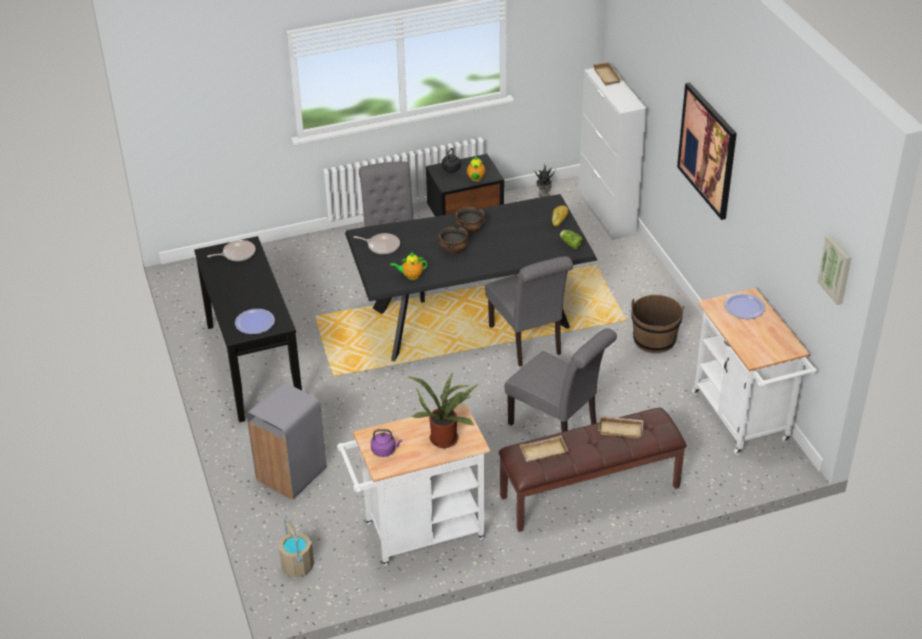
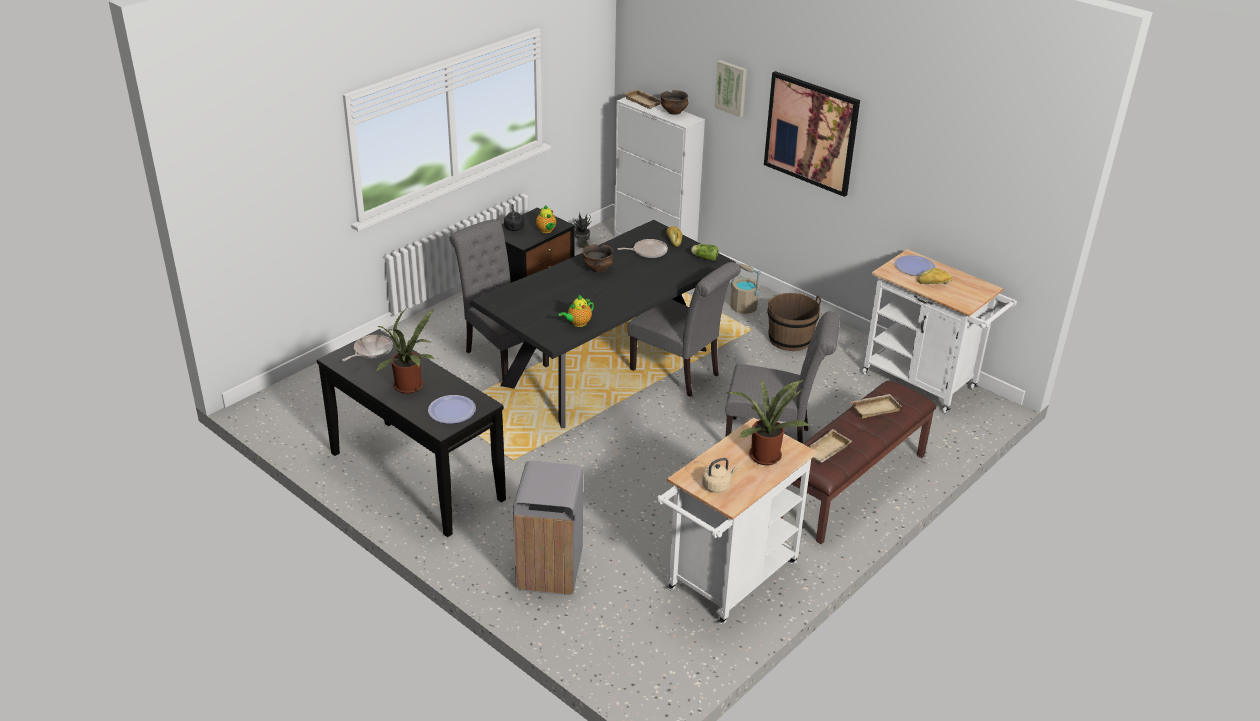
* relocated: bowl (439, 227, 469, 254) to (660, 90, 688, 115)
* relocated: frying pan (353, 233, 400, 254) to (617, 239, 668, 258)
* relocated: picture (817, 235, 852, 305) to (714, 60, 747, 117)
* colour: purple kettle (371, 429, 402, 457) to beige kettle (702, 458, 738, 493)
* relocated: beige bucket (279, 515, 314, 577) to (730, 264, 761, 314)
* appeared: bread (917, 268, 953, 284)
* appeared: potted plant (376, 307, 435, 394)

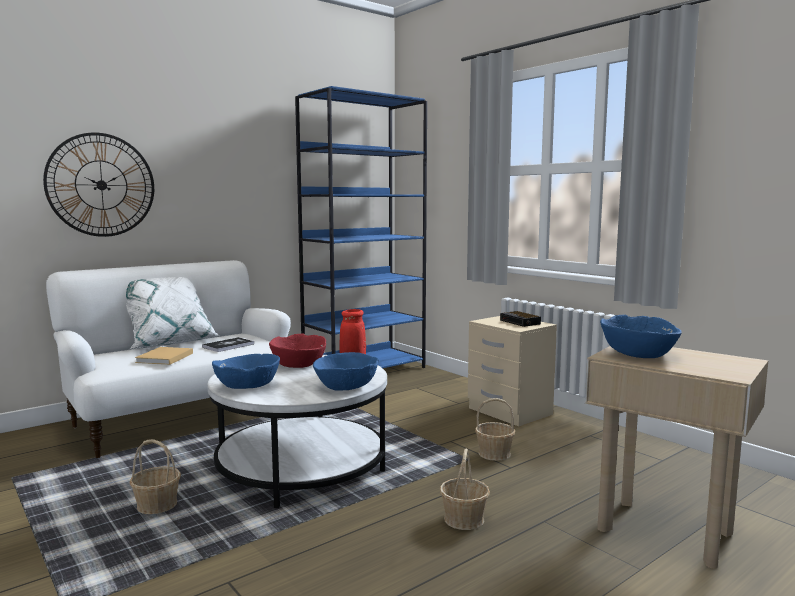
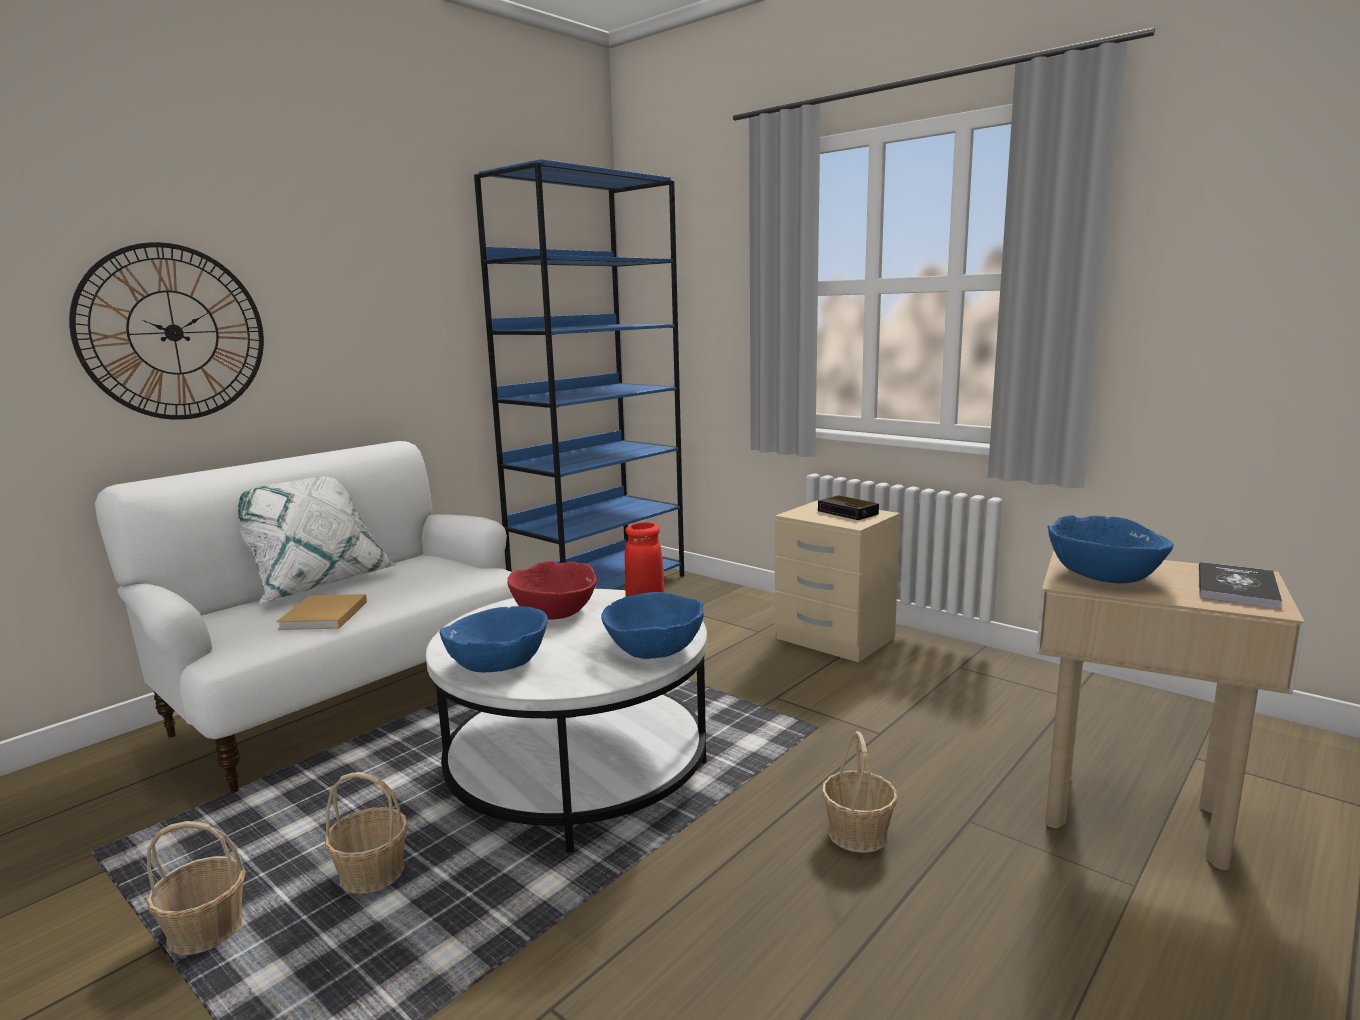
* relocated: book (202, 337, 254, 352) to (1199, 562, 1282, 609)
* relocated: basket (475, 398, 515, 461) to (147, 821, 246, 955)

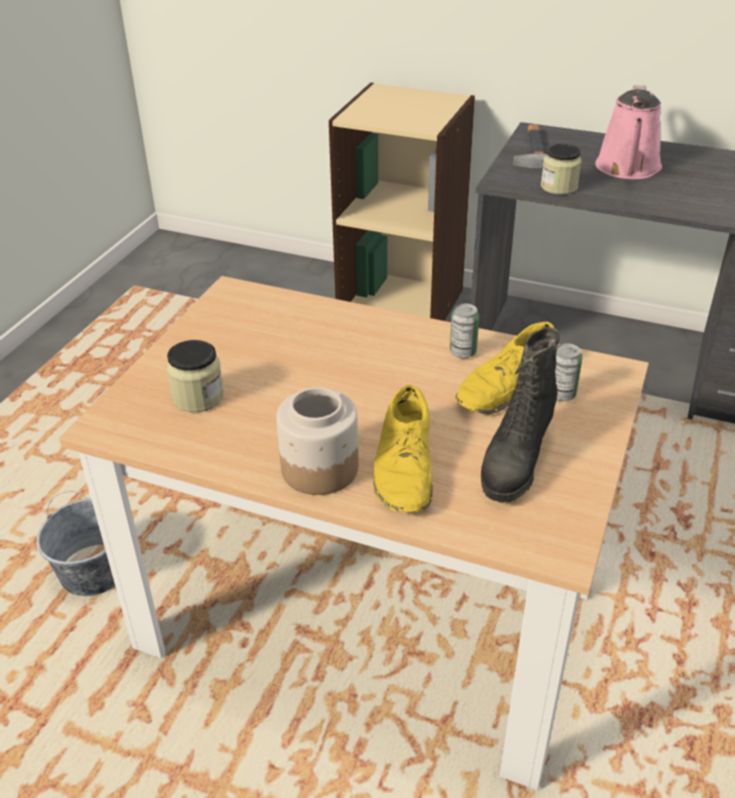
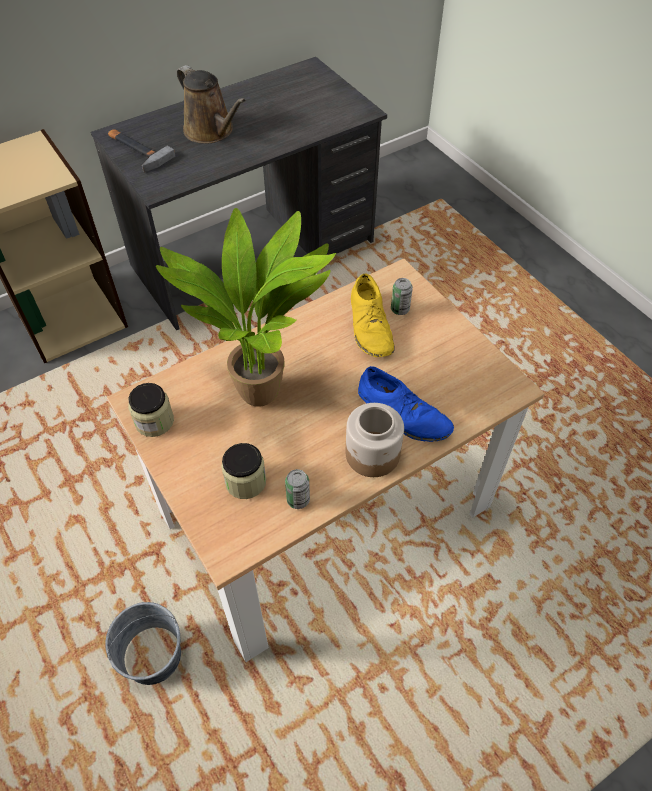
* colour: pink watering can (595, 86, 662, 179) to brown watering can (177, 65, 246, 144)
* relocated: jar (541, 144, 581, 195) to (128, 383, 174, 437)
* relocated: can (450, 304, 479, 358) to (285, 469, 310, 509)
* missing: black boot (481, 327, 560, 503)
* colour: yellow shoe (373, 385, 433, 512) to blue shoe (358, 366, 454, 442)
* appeared: potted plant (156, 208, 336, 407)

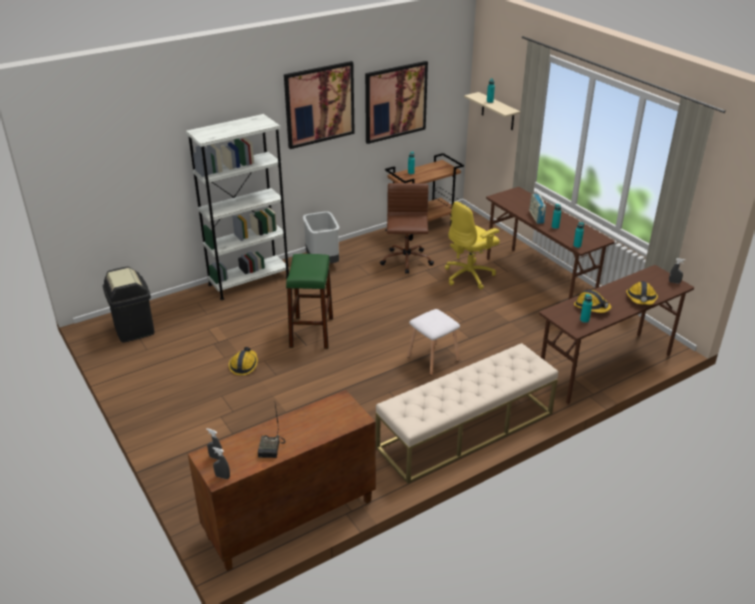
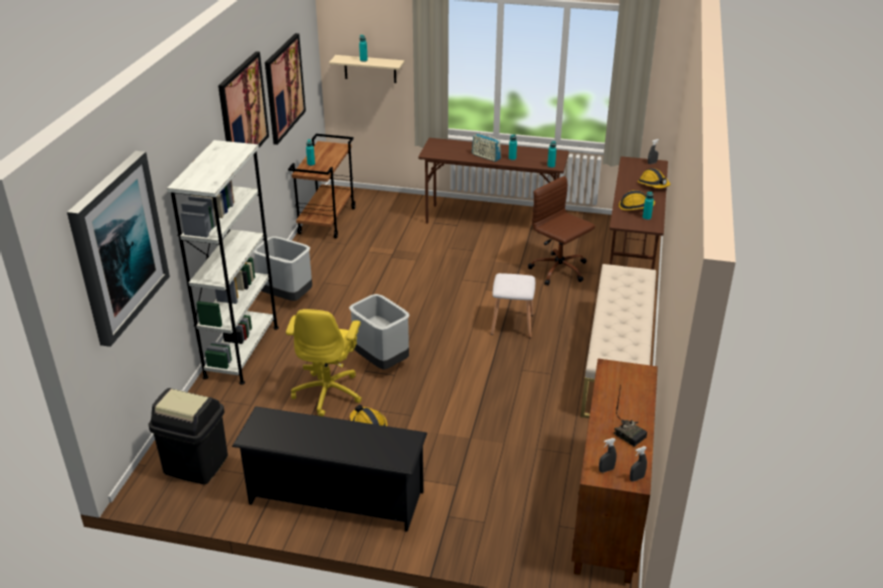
* relocated: brown office chair (380, 183, 434, 274) to (528, 176, 595, 285)
* relocated: yellow office chair (445, 201, 500, 289) to (286, 309, 362, 417)
* exchanged: green stool (286, 254, 333, 349) to grey trash can (349, 294, 410, 370)
* appeared: picture (67, 151, 170, 347)
* appeared: black shoe rack (232, 406, 427, 532)

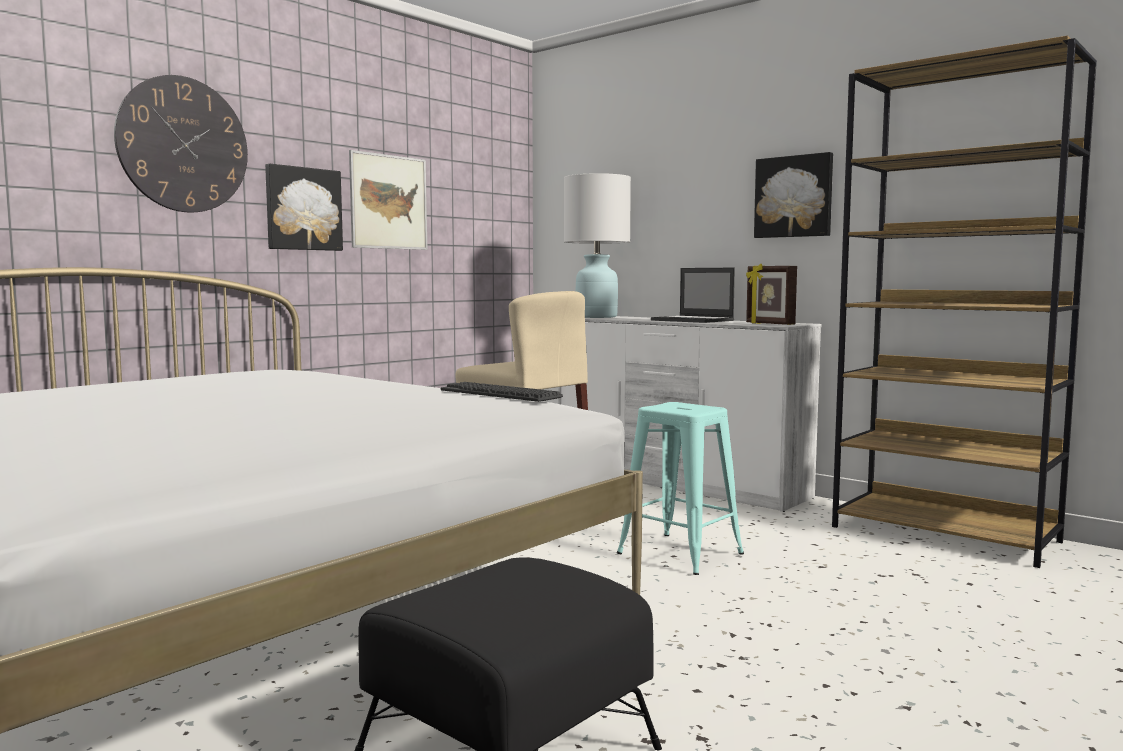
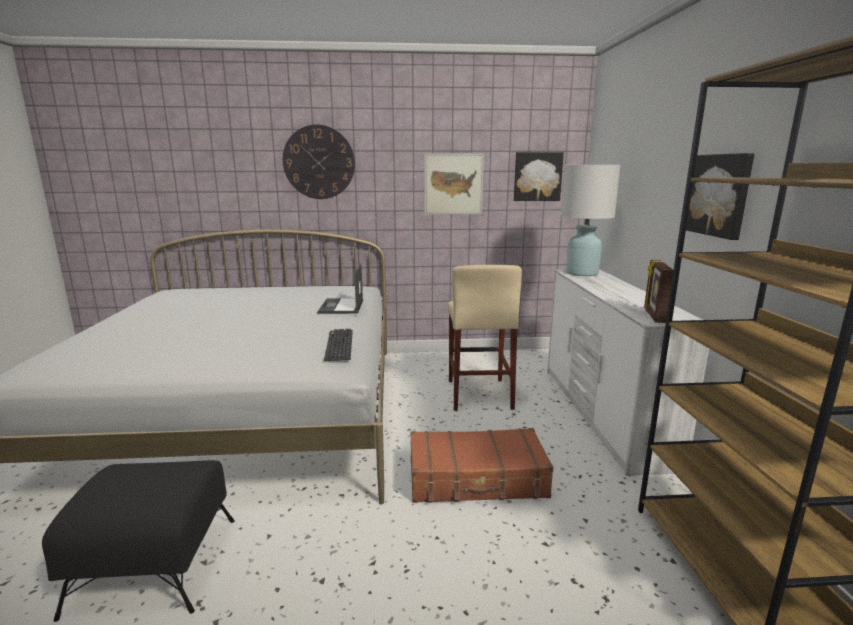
* relocated: picture (265, 164, 343, 251) to (514, 152, 564, 201)
* relocated: laptop (651, 268, 735, 323) to (318, 263, 363, 314)
* exchanged: turquoise stool (617, 402, 744, 575) to brown suitcase (410, 428, 554, 503)

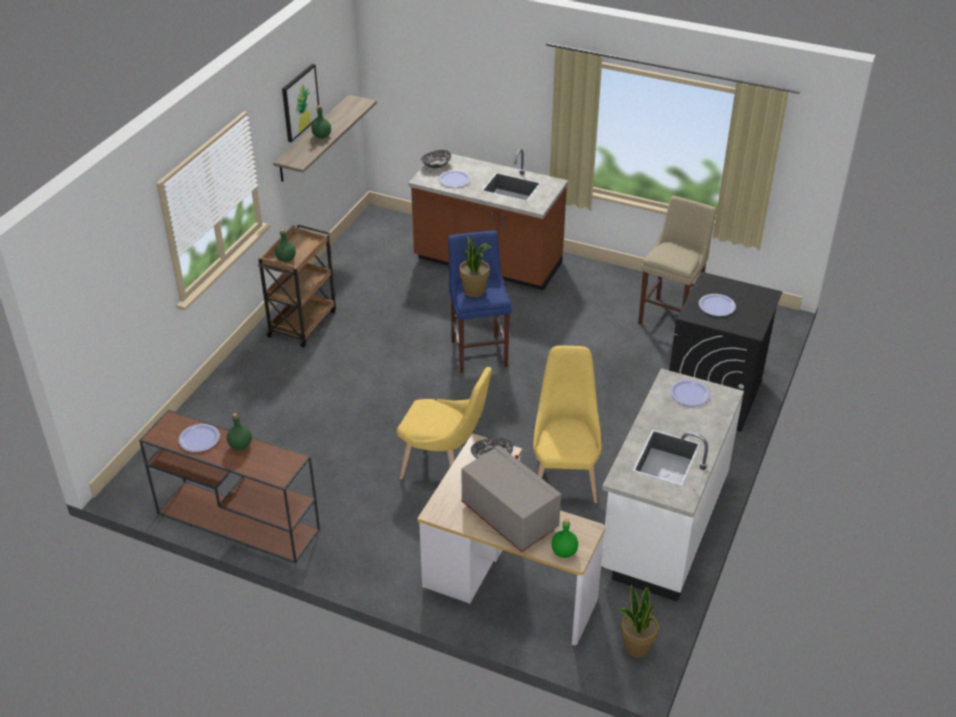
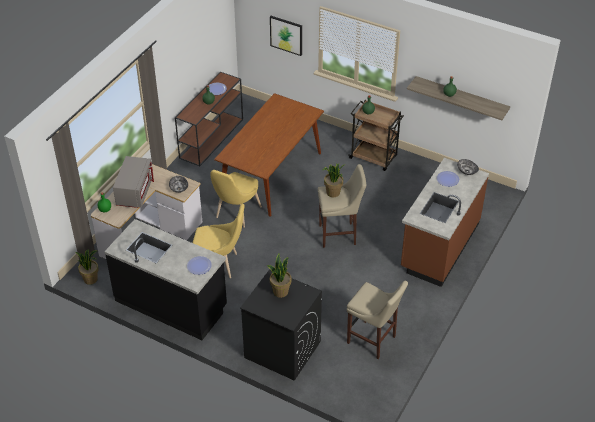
* relocated: picture (282, 64, 319, 142) to (270, 16, 302, 56)
* colour: blue stool (448, 230, 512, 373) to beige stool (318, 164, 366, 248)
* exchanged: plate (699, 294, 736, 316) to potted plant (267, 254, 292, 298)
* colour: white counter (601, 368, 744, 602) to black counter (104, 219, 227, 340)
* spun: grey microwave (461, 445, 561, 552) = (113, 156, 154, 208) 45 degrees counterclockwise
* appeared: brown dining table (214, 93, 324, 217)

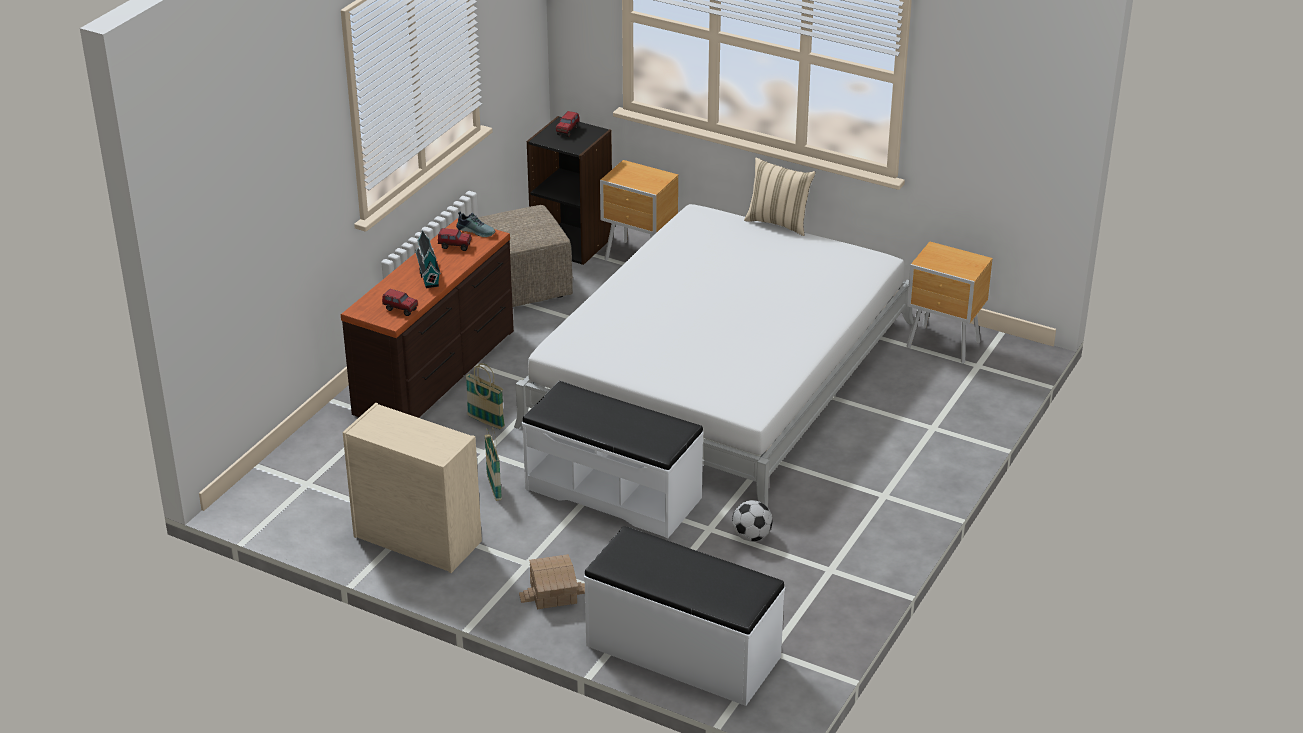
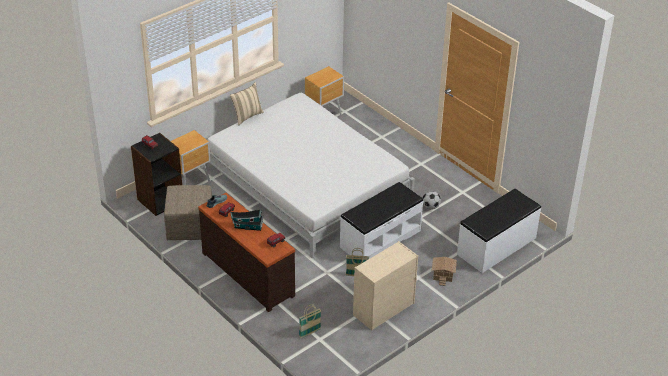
* relocated: basket (465, 363, 505, 429) to (299, 304, 321, 338)

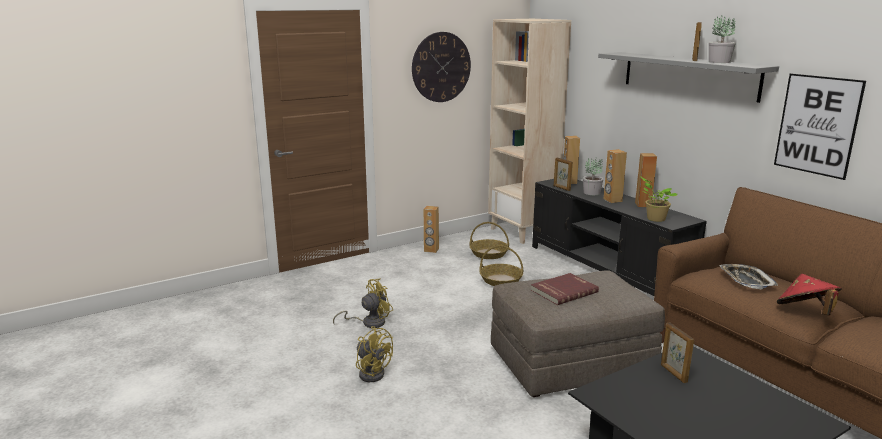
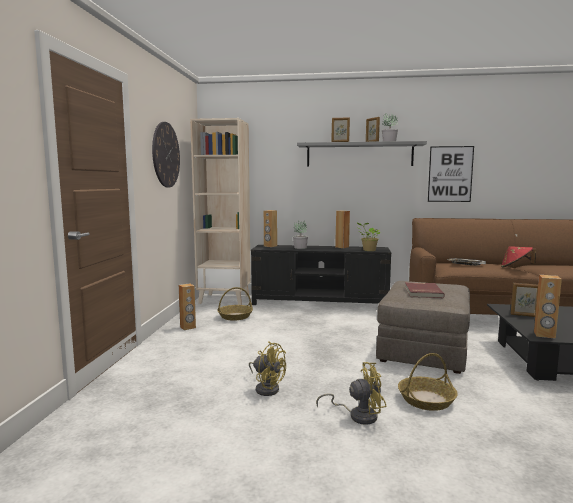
* relocated: brown speaker (604, 149, 627, 203) to (534, 275, 562, 339)
* relocated: picture frame (554, 158, 573, 191) to (331, 117, 350, 142)
* relocated: basket (479, 245, 524, 286) to (398, 353, 458, 411)
* spun: yellow fan (333, 278, 393, 328) = (249, 341, 286, 396) 120 degrees clockwise

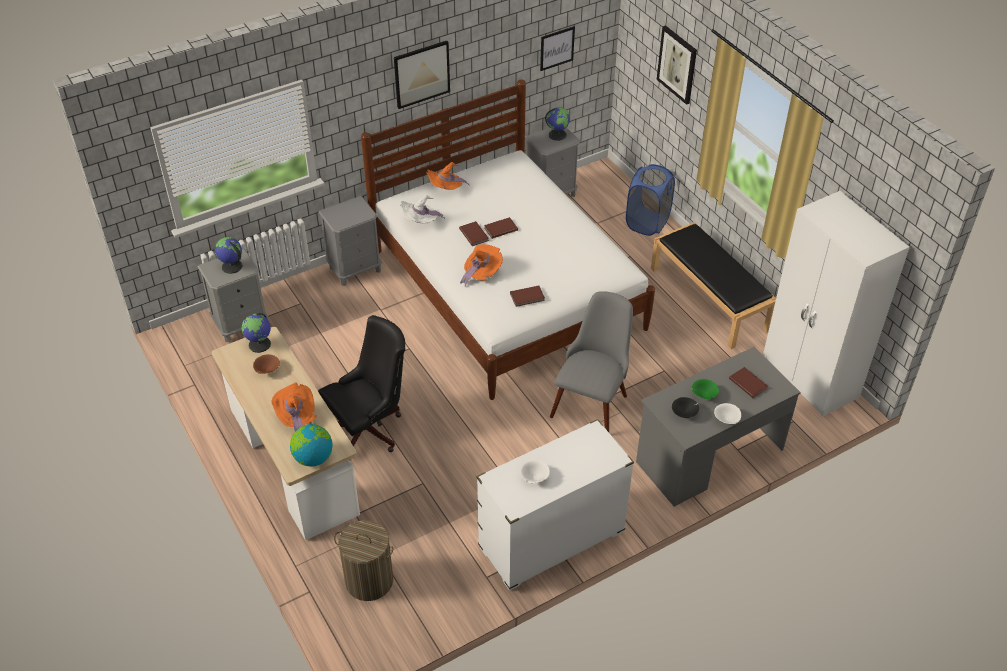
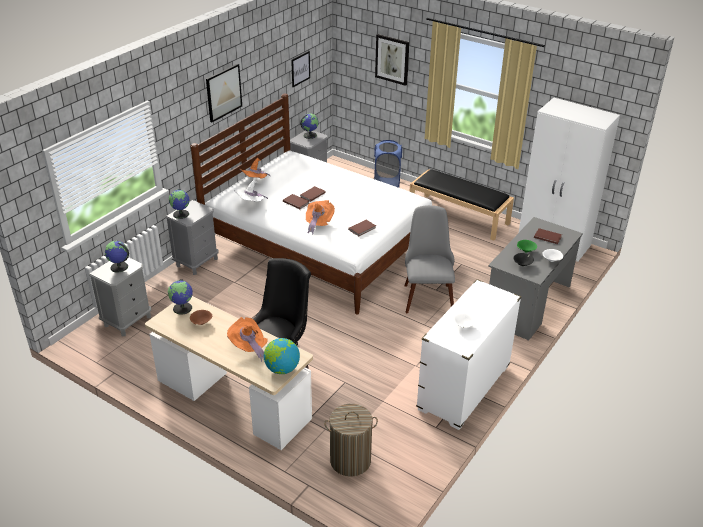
* appeared: globe (169, 189, 189, 219)

